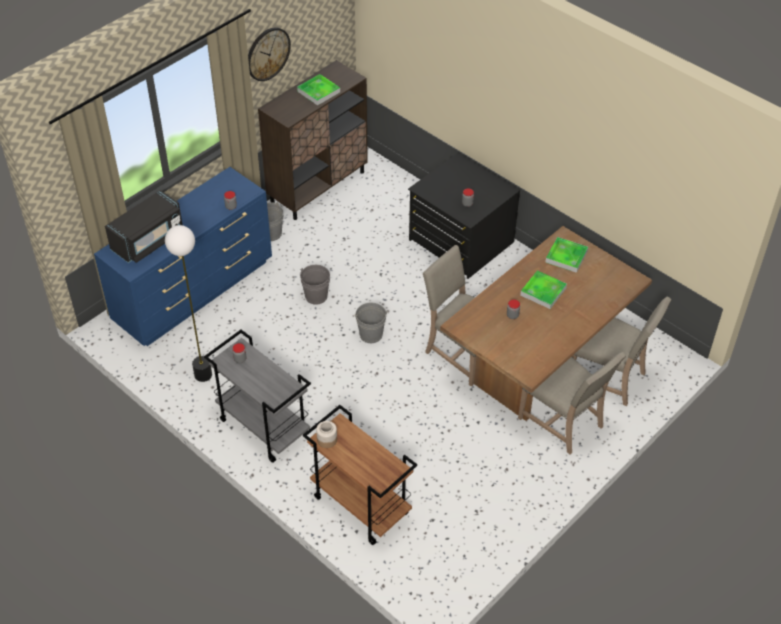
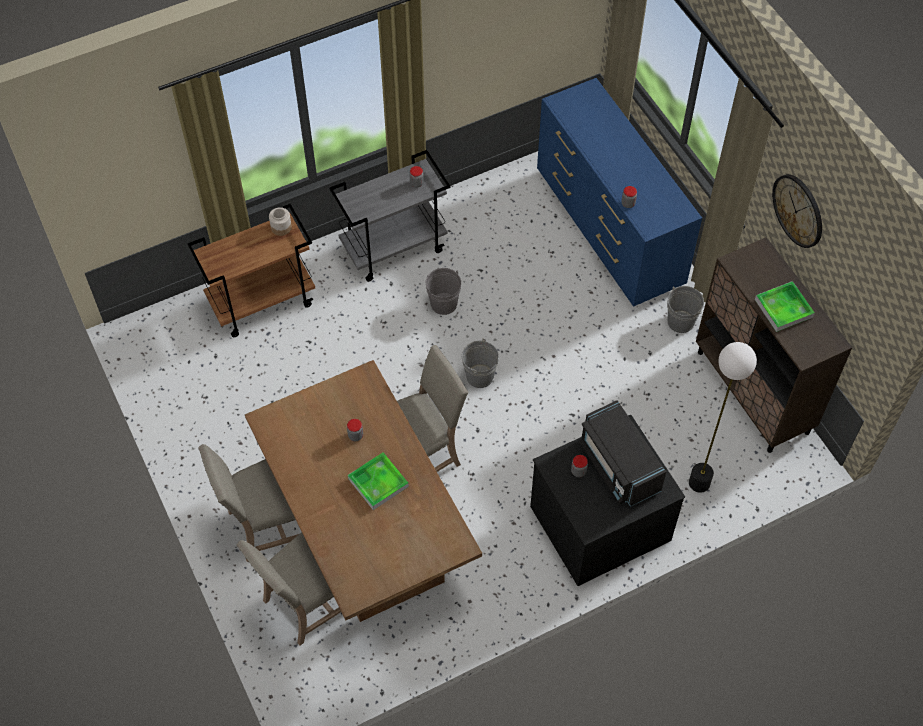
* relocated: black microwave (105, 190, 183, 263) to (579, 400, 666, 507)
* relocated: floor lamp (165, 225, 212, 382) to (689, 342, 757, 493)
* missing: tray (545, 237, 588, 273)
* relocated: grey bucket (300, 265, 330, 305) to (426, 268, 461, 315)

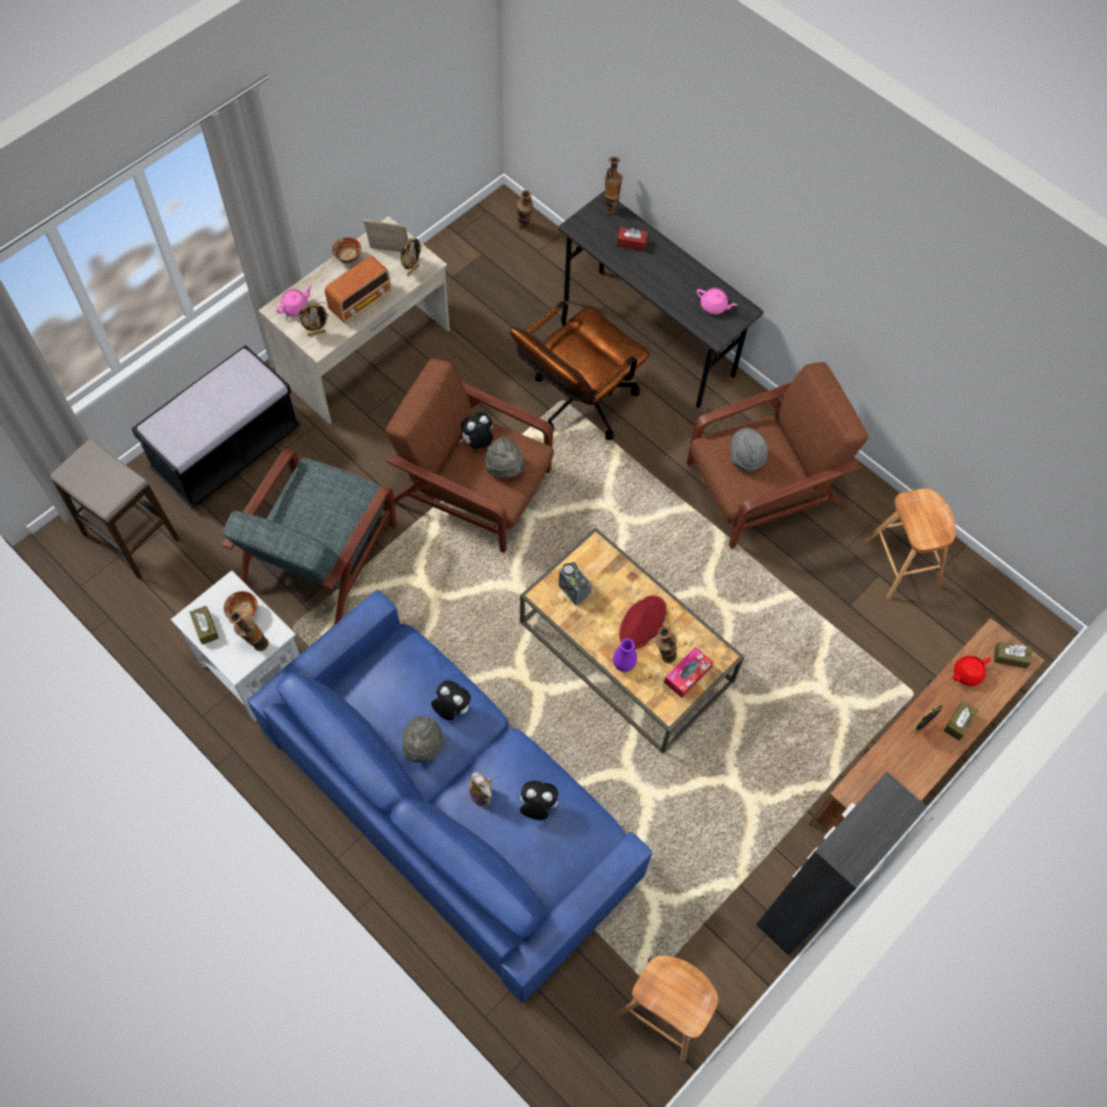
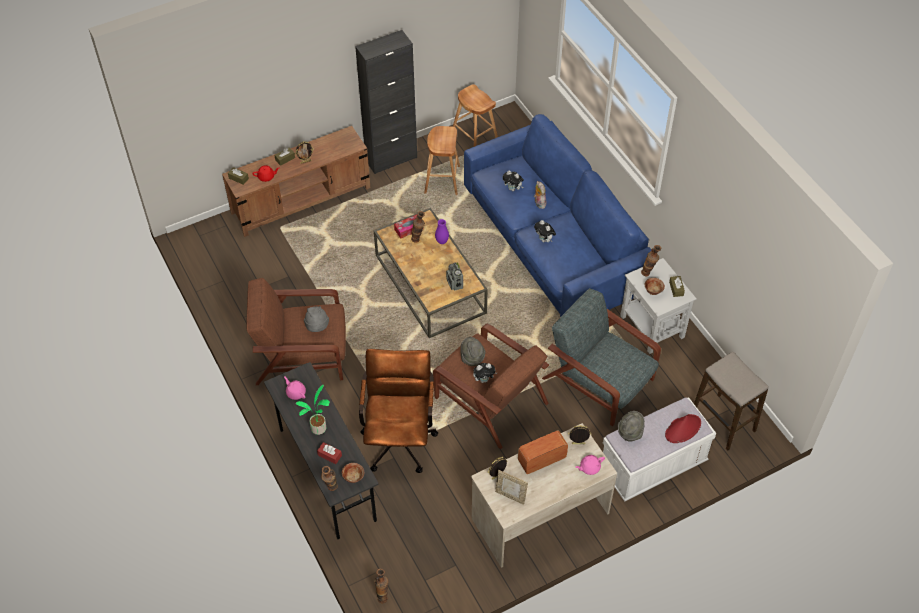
* relocated: bowl (332, 237, 361, 263) to (342, 463, 364, 483)
* spun: brown office chair (510, 301, 650, 440) = (359, 349, 438, 473) 60 degrees counterclockwise
* colour: black bench (131, 345, 300, 508) to white bench (603, 397, 716, 502)
* spun: grey armchair (222, 449, 397, 624) = (542, 288, 661, 426) 90 degrees counterclockwise
* relocated: brown stool (864, 488, 956, 599) to (424, 126, 460, 195)
* relocated: red hat (619, 595, 667, 649) to (665, 414, 701, 443)
* relocated: grey hat (402, 716, 445, 763) to (617, 411, 645, 442)
* appeared: potted plant (296, 385, 330, 435)

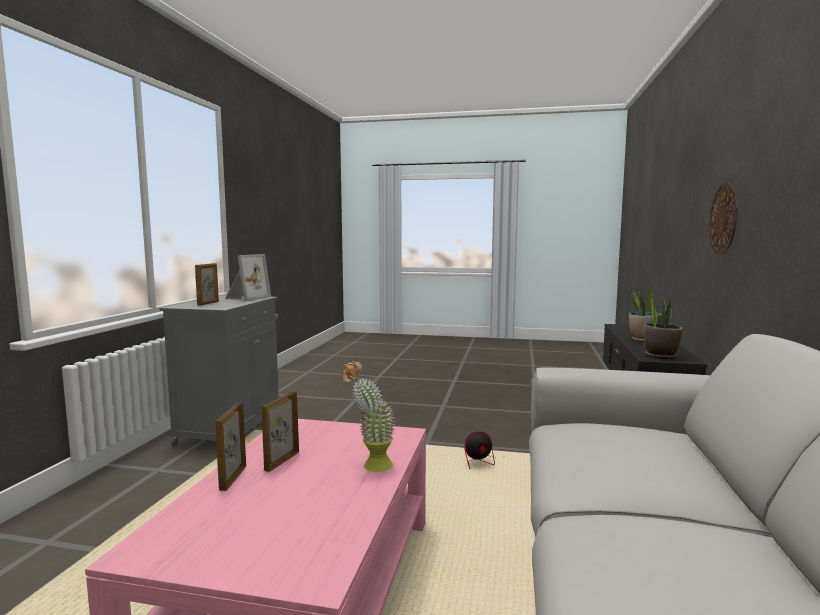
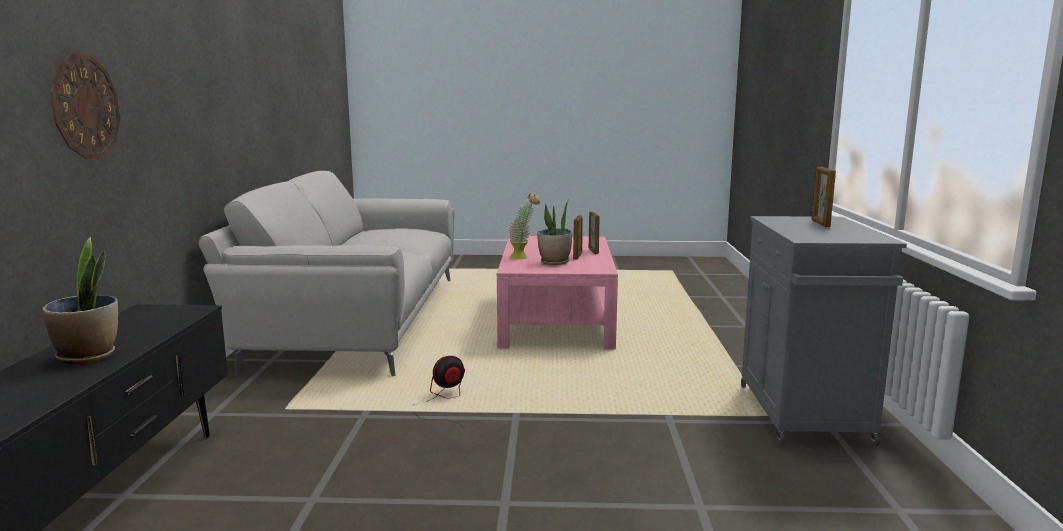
* missing: picture frame (225, 254, 271, 301)
* relocated: potted plant (644, 292, 683, 359) to (537, 199, 572, 265)

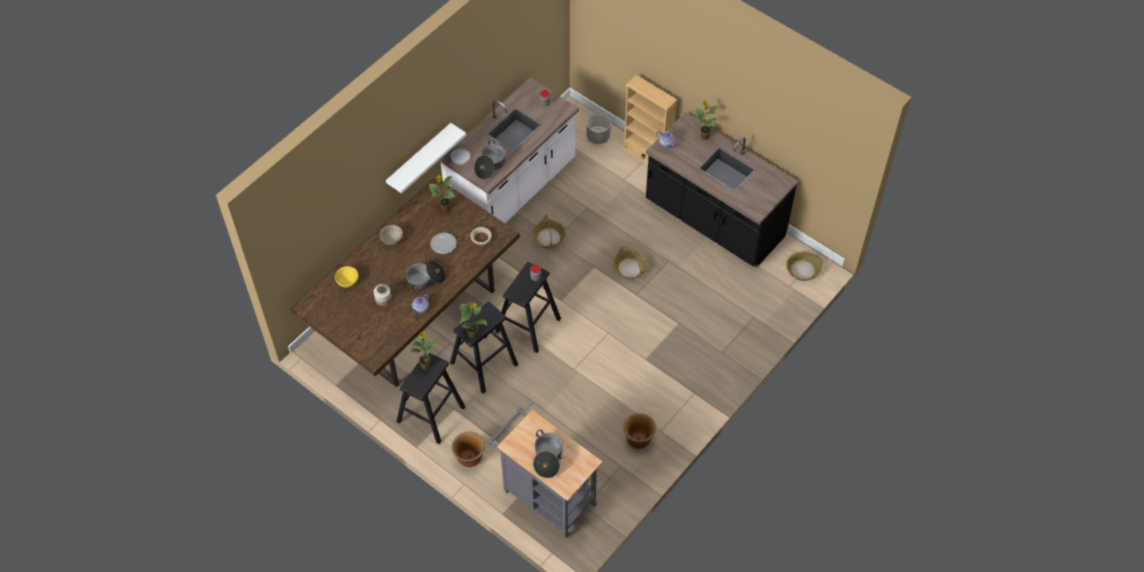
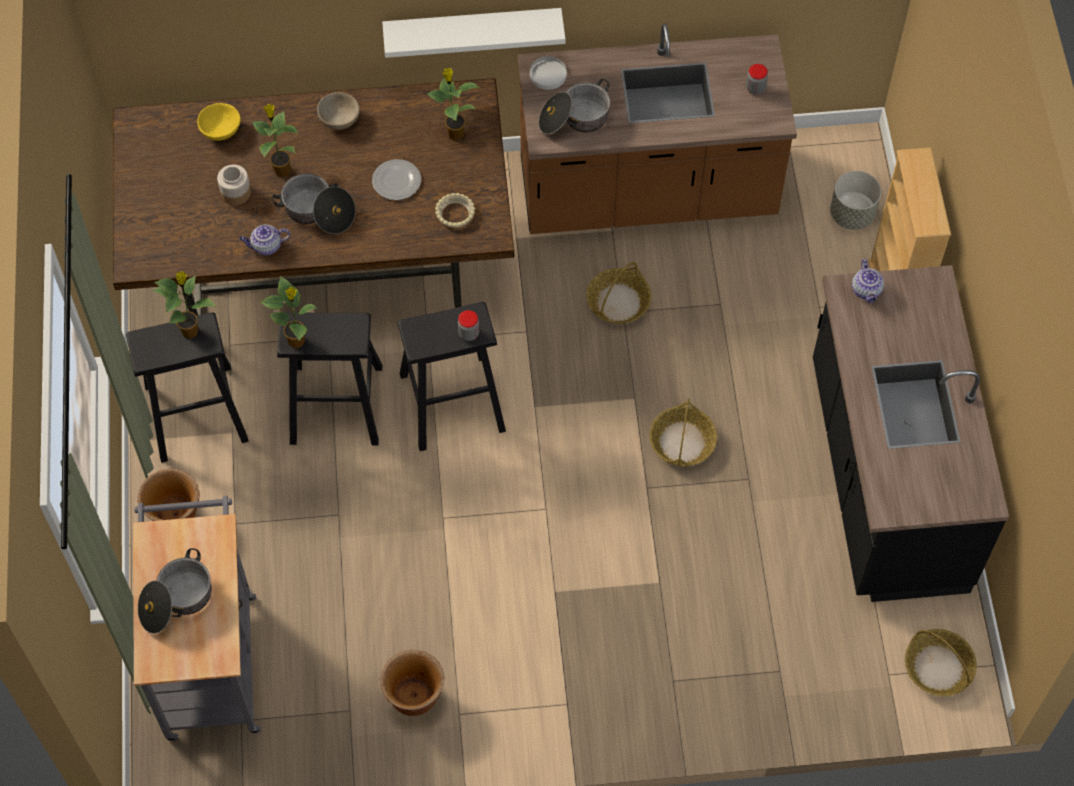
* colour: white counter (440, 78, 579, 223) to brown counter (518, 23, 797, 234)
* relocated: potted plant (694, 101, 719, 140) to (252, 104, 298, 177)

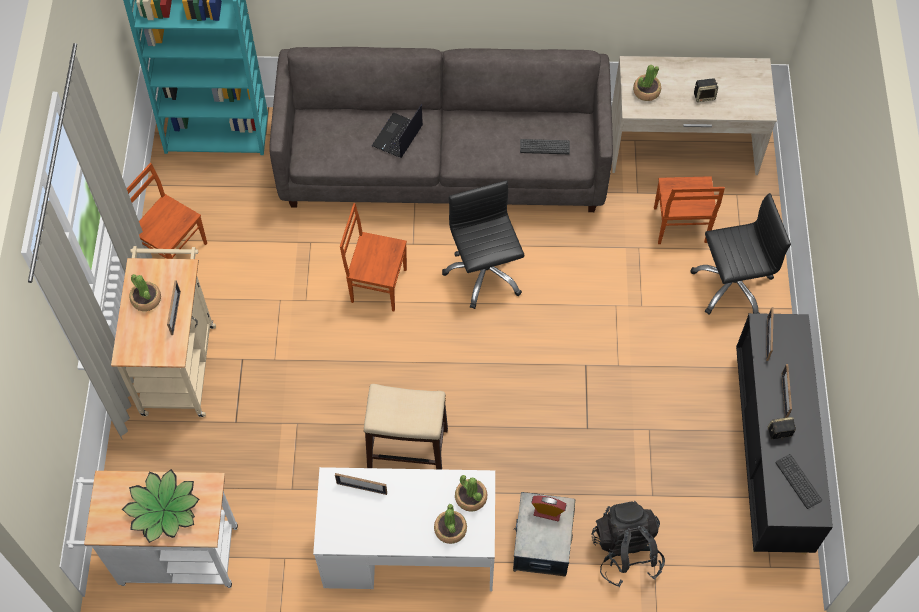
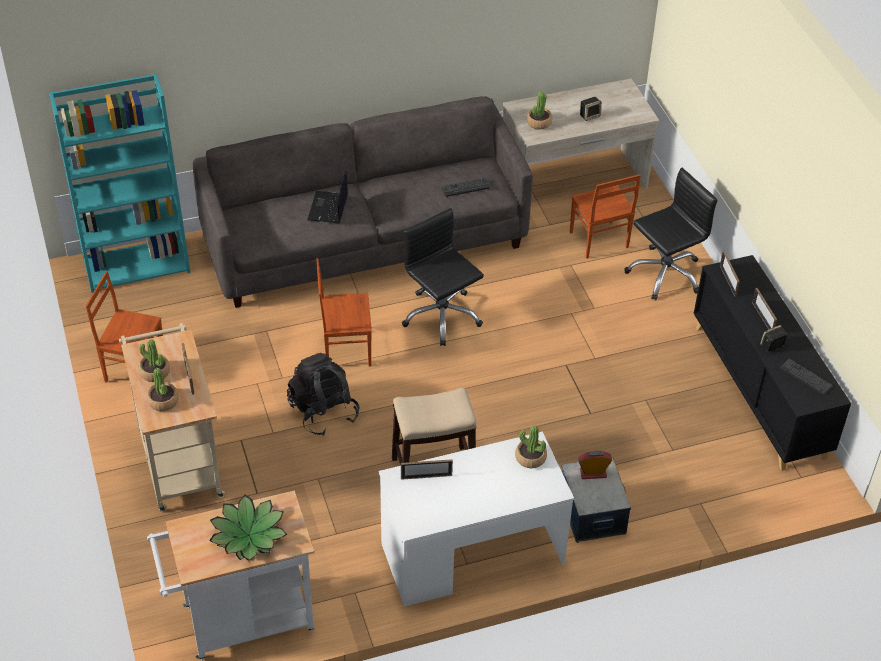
* relocated: black backpack (592, 501, 665, 587) to (287, 353, 360, 436)
* relocated: potted plant (434, 504, 467, 544) to (147, 368, 179, 411)

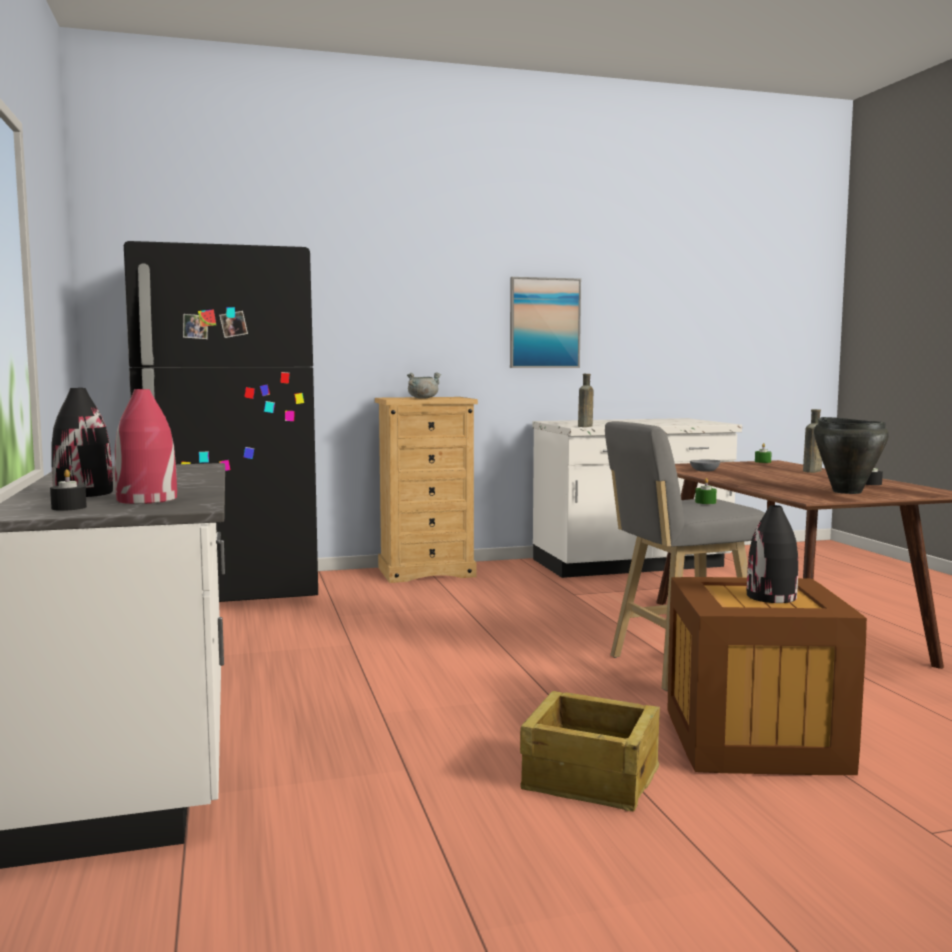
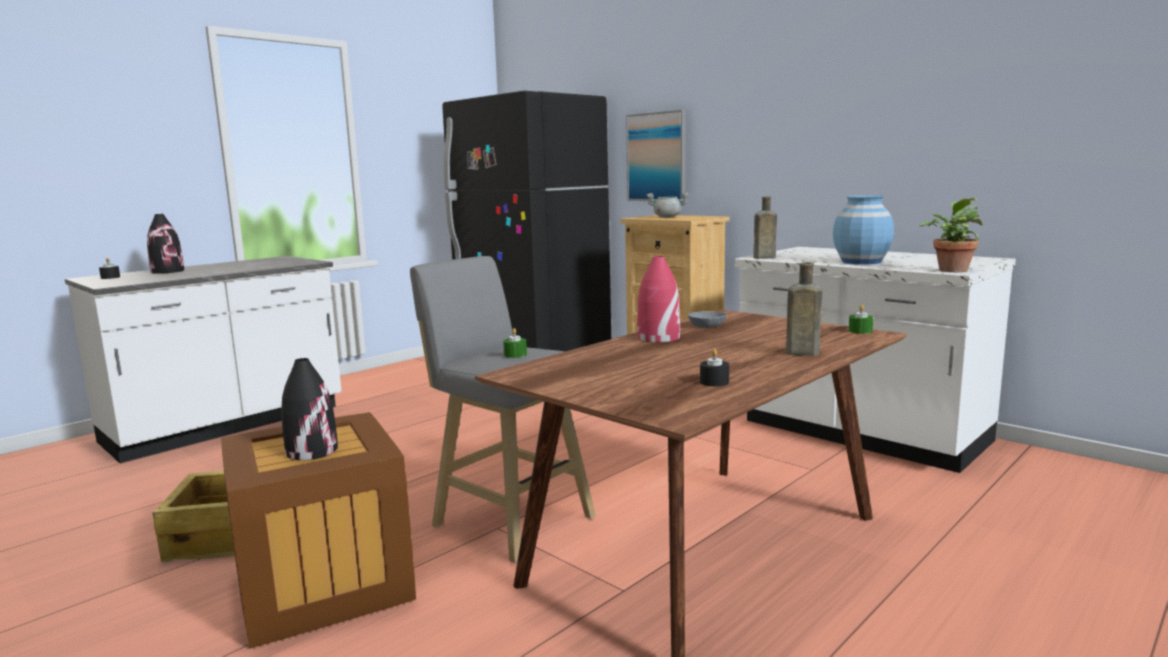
* relocated: picture (510, 277, 581, 368) to (626, 110, 686, 201)
* relocated: red vase (115, 389, 177, 504) to (637, 256, 680, 343)
* missing: black cooking pot (814, 417, 889, 494)
* appeared: blue vase (833, 195, 894, 264)
* appeared: potted plant (919, 198, 983, 272)

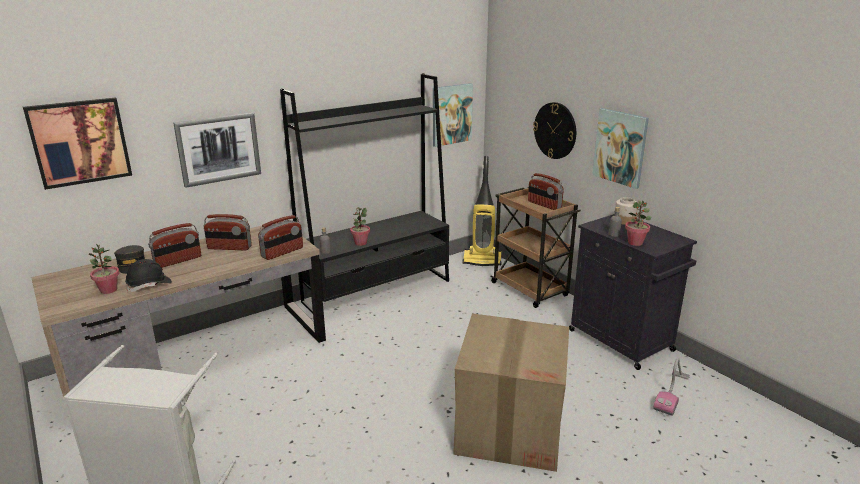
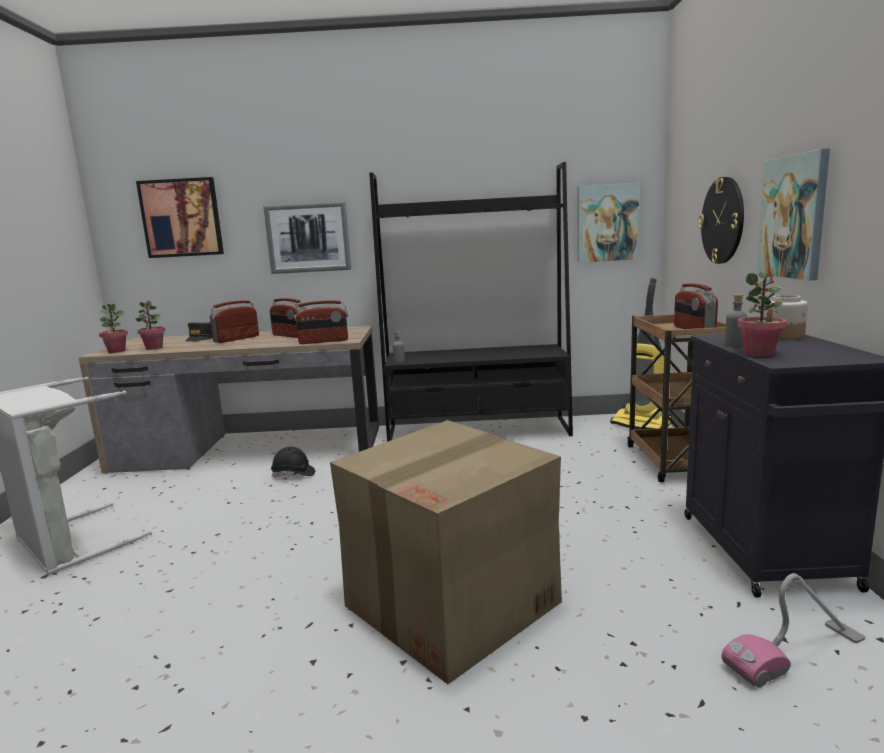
* relocated: potted plant (350, 207, 370, 246) to (99, 303, 128, 353)
* spun: radio (148, 223, 201, 268) = (210, 301, 259, 343) 135 degrees clockwise
* relocated: black hard hat (125, 259, 172, 292) to (271, 447, 315, 478)

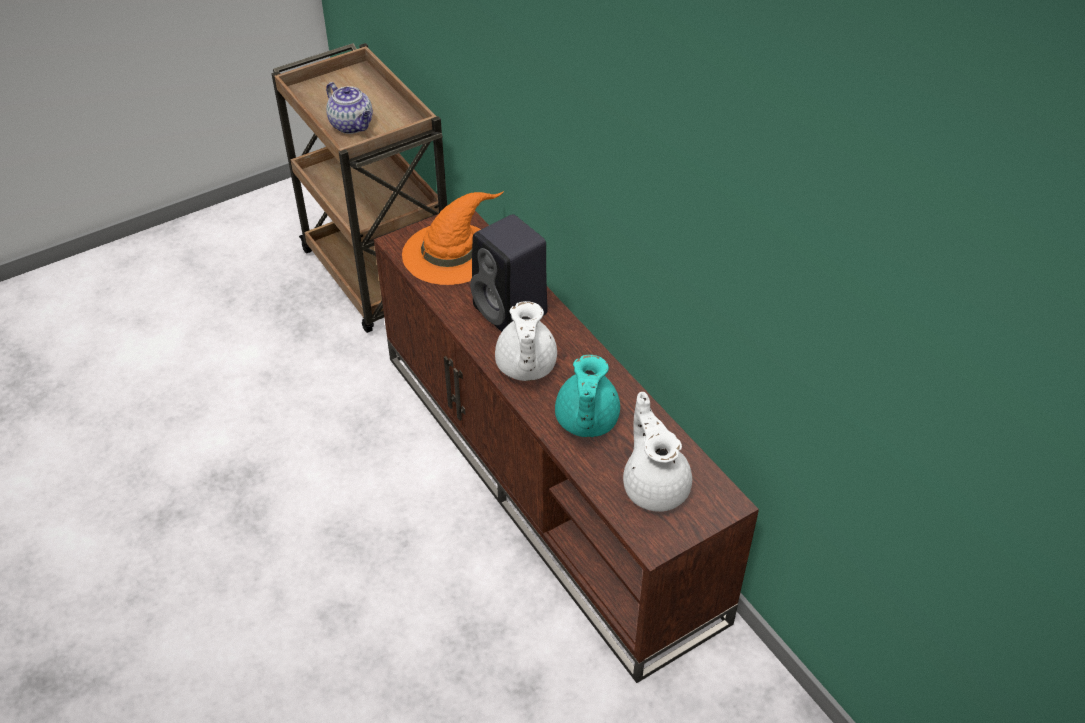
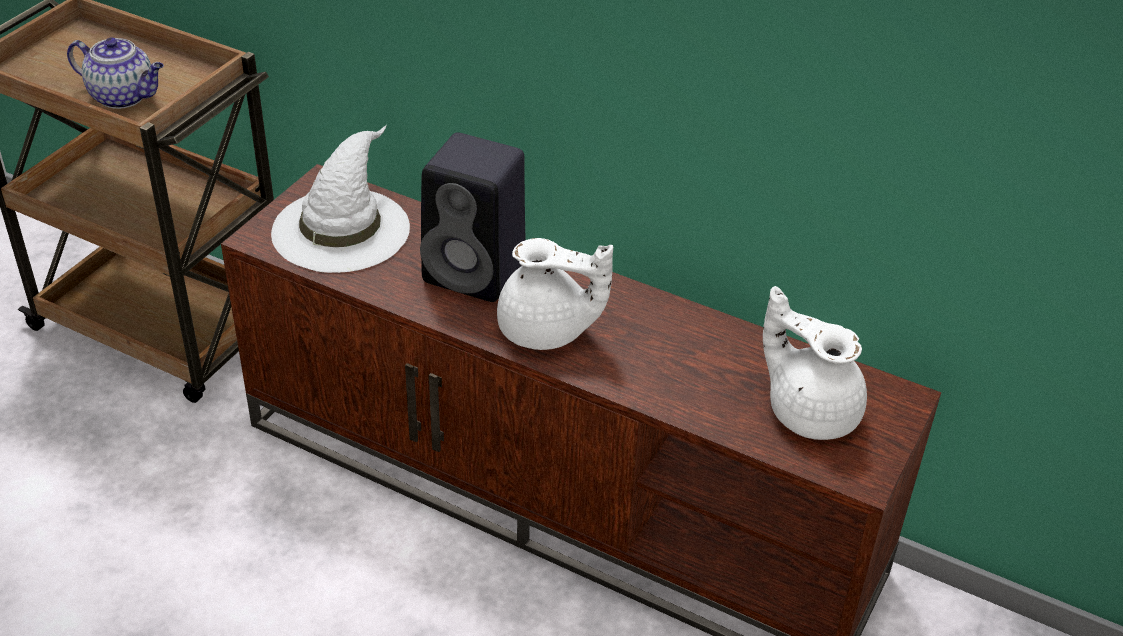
* colour: orange hat (402, 191, 504, 285) to white hat (271, 125, 410, 273)
* spun: white teapot (495, 301, 557, 381) = (497, 238, 613, 350) 45 degrees counterclockwise
* missing: turquoise teapot (555, 355, 620, 437)

